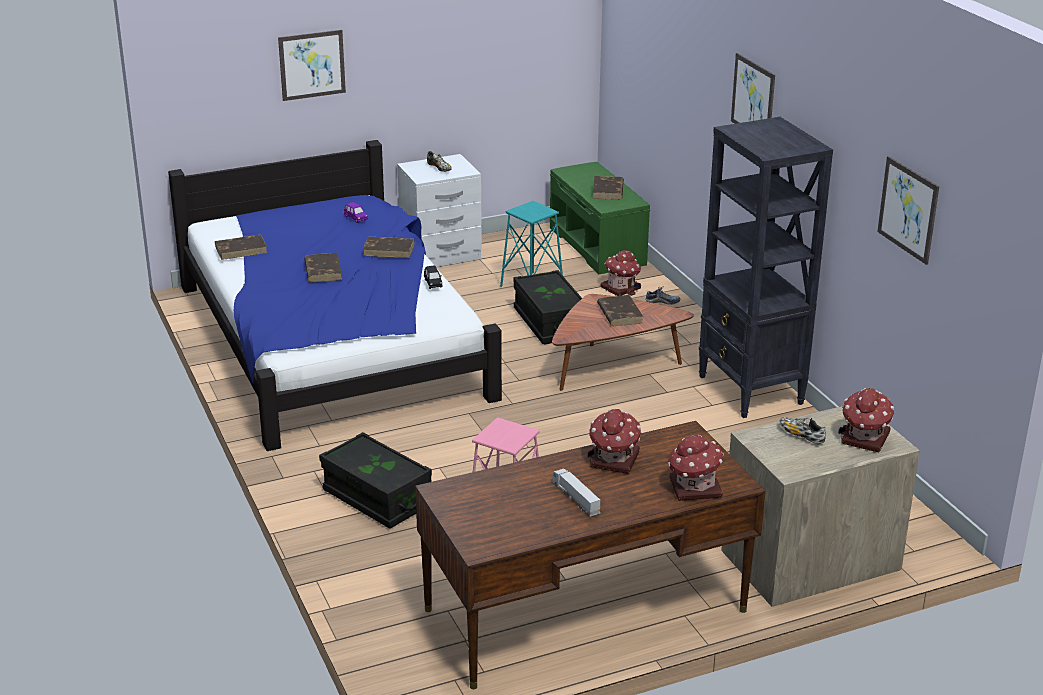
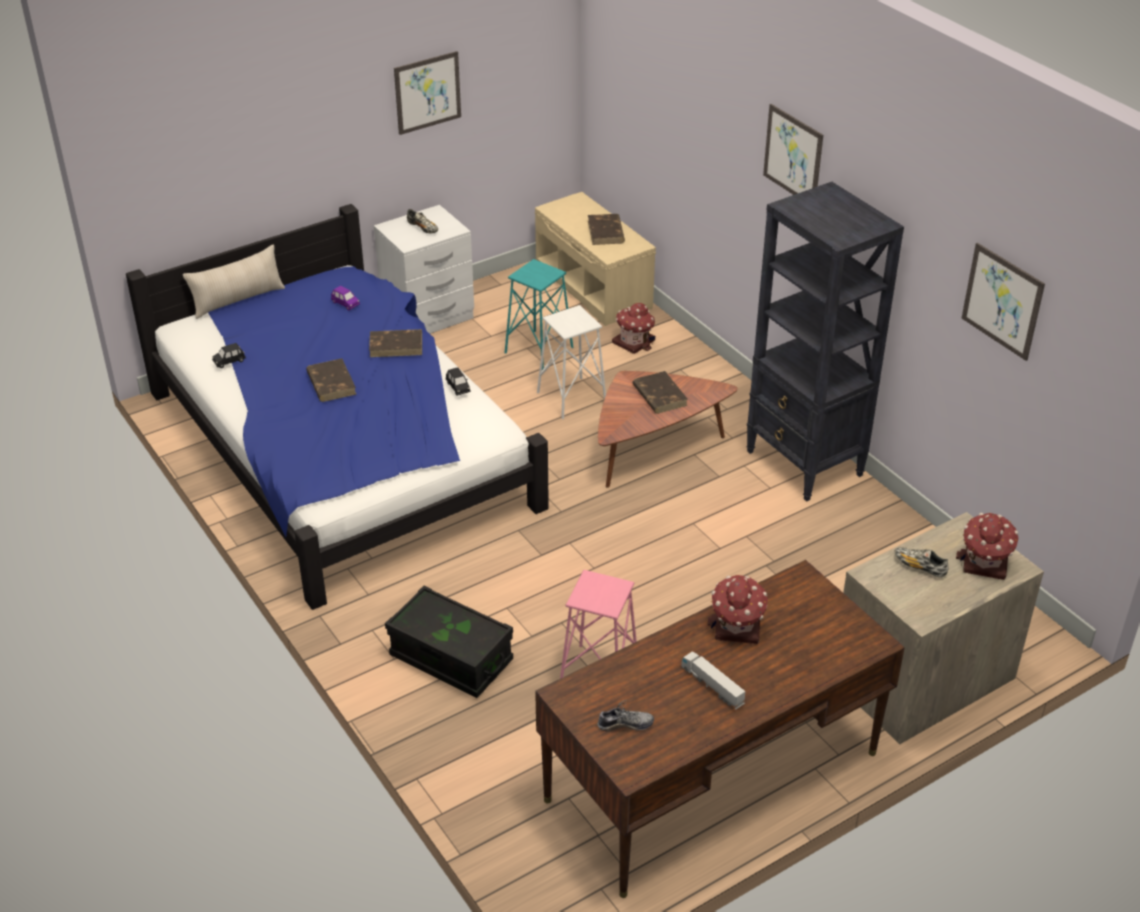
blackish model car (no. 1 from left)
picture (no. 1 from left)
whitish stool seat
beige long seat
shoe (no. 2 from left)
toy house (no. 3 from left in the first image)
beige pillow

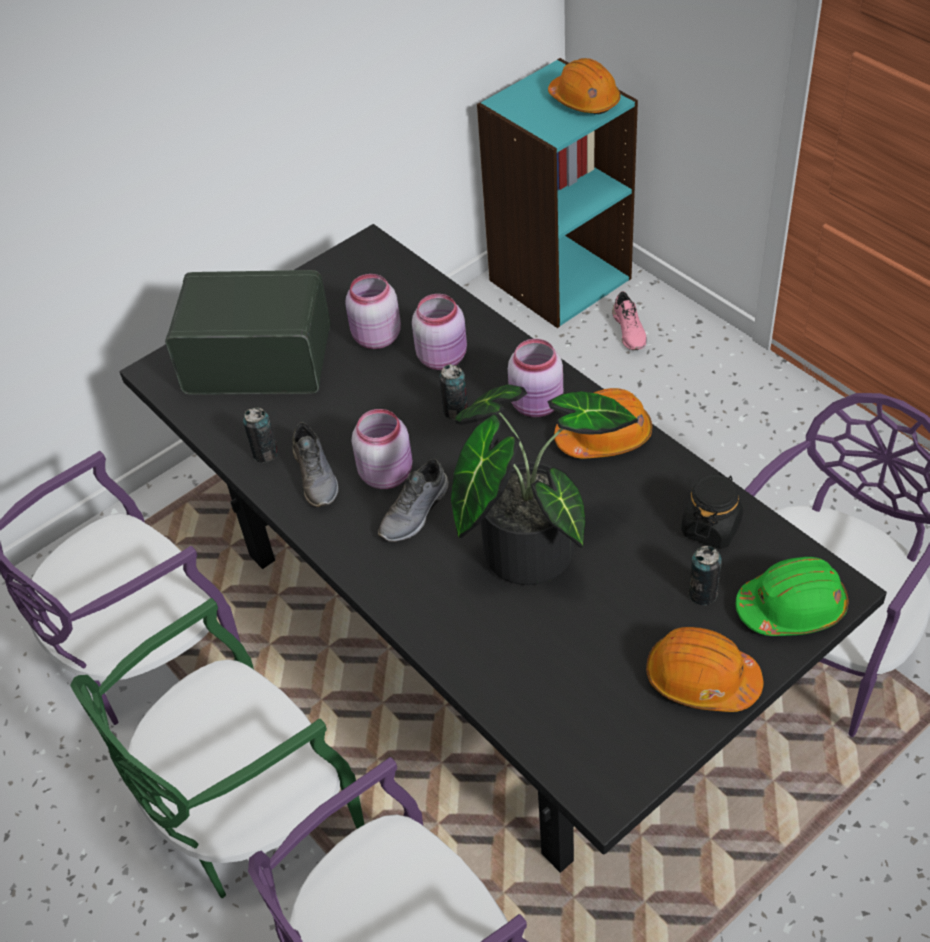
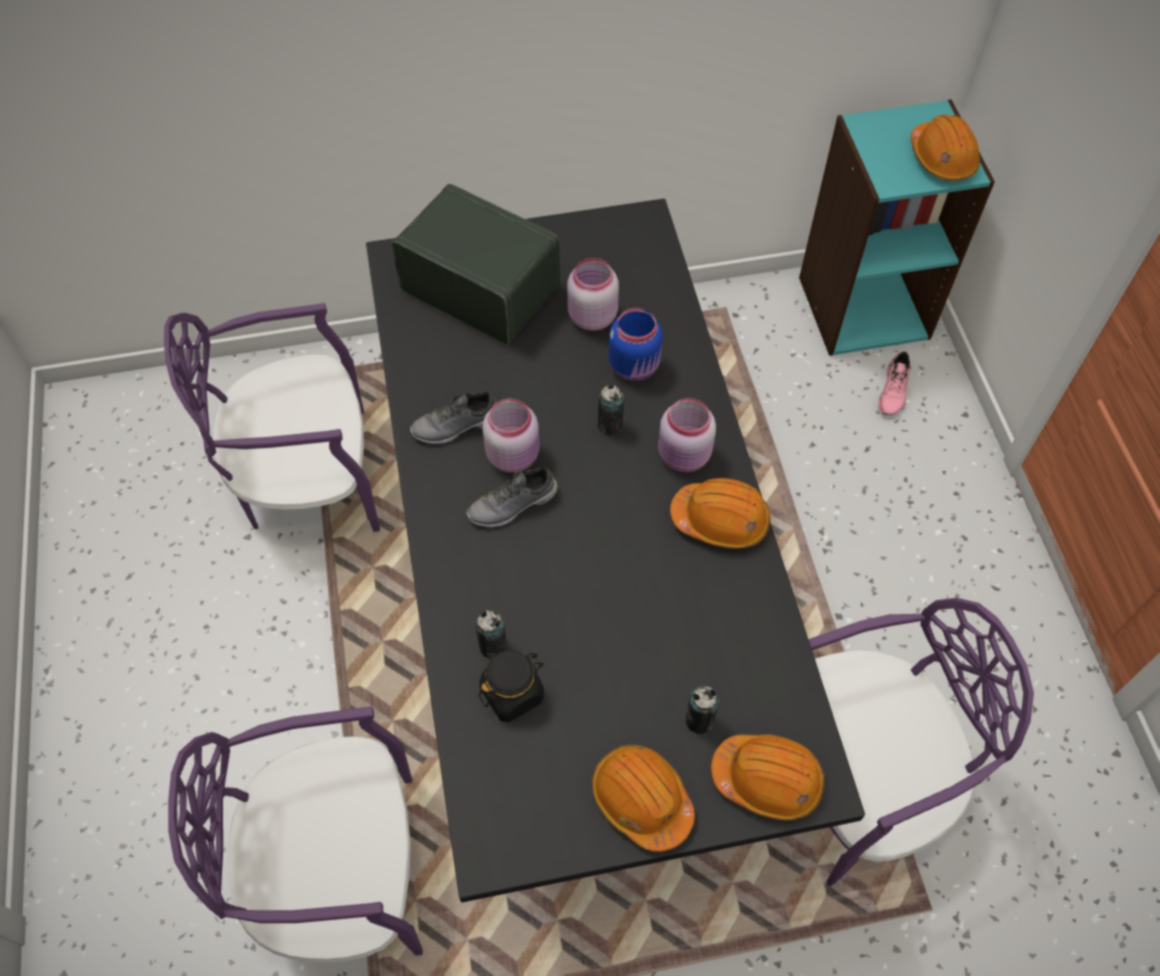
greenish chair
can (no. 1 from left)
greyish shoe (no. 1 from left)
blue-coloured preserve jar
plant in a pot
blackish preserve jar
orange-coloured hard hat (no. 3 from left)

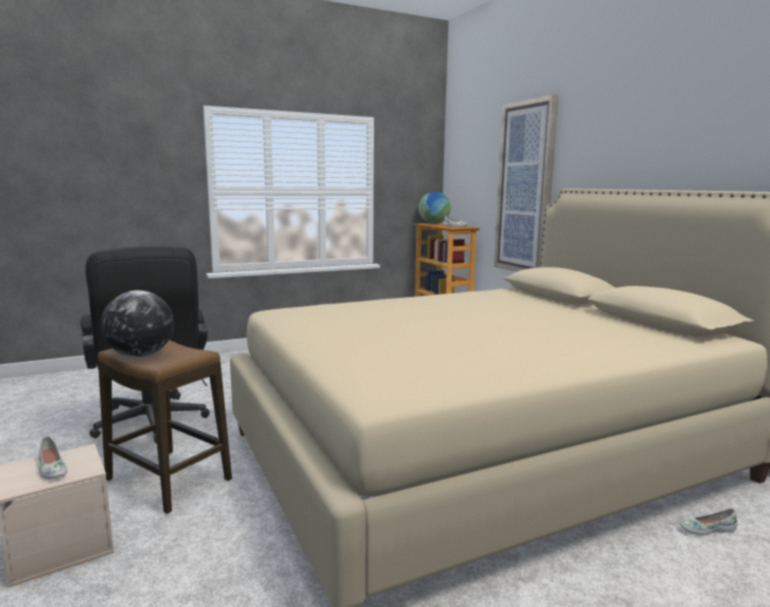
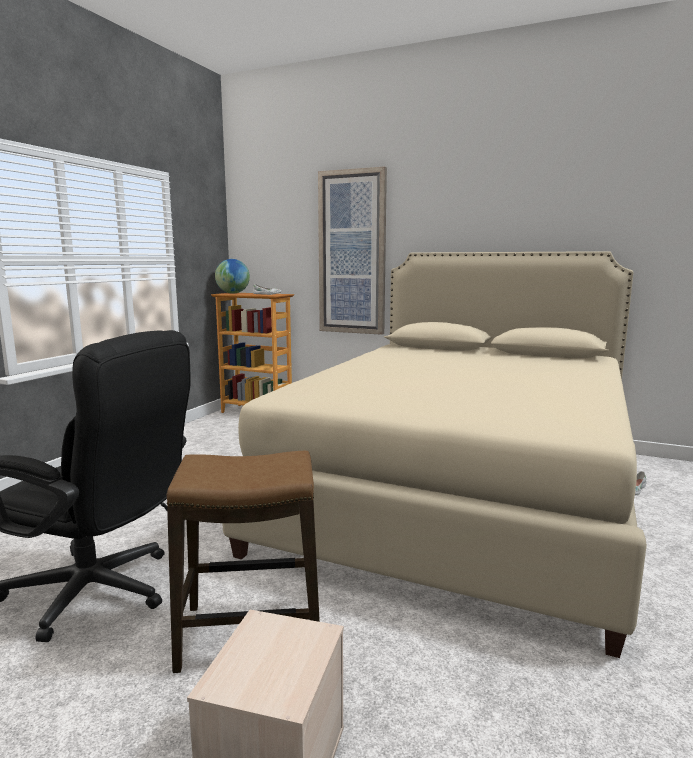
whitish shoe (no. 1 from left in the first image)
desk globe (no. 1 from left in the first image)

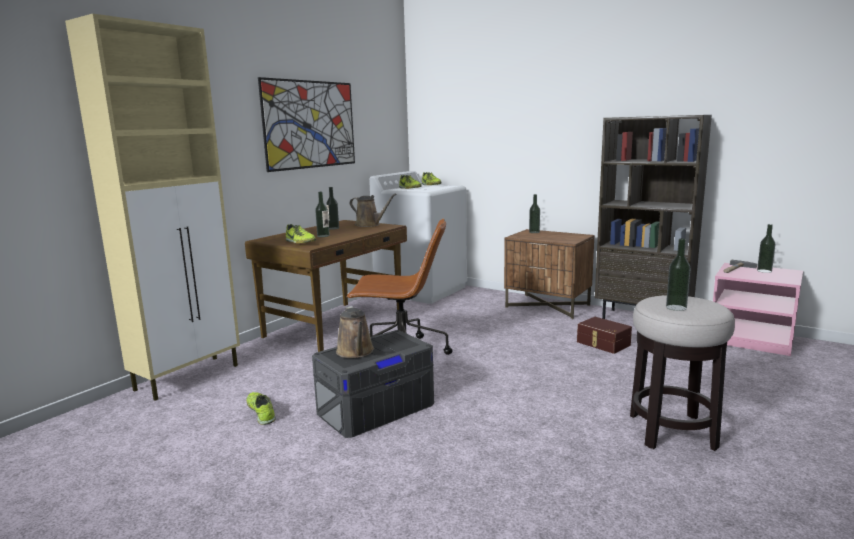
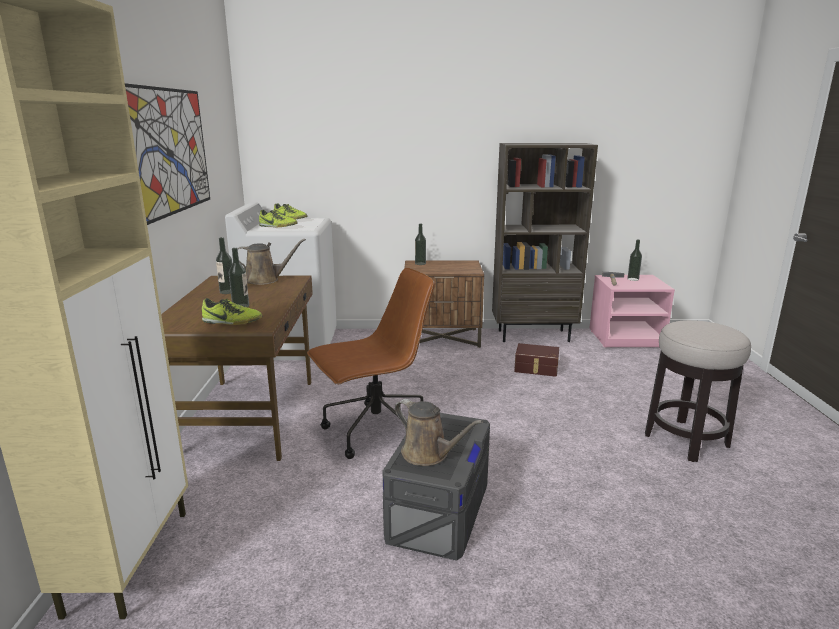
shoe (no. 1 from left in the first image)
bottle (no. 4 from left in the first image)

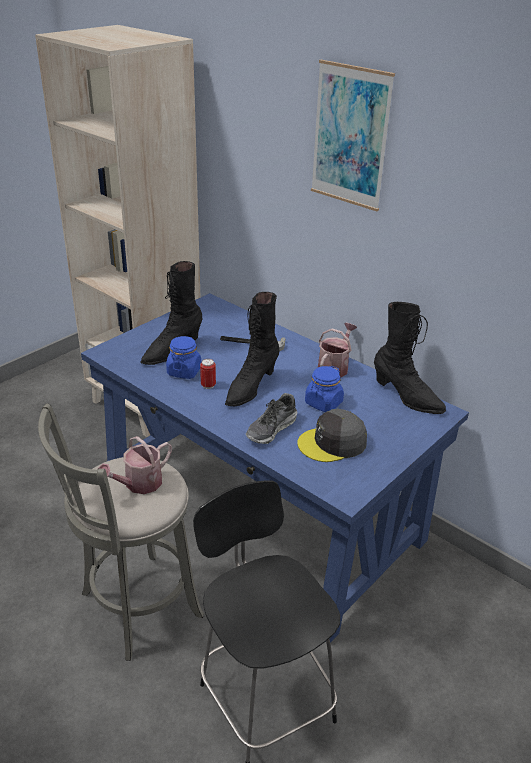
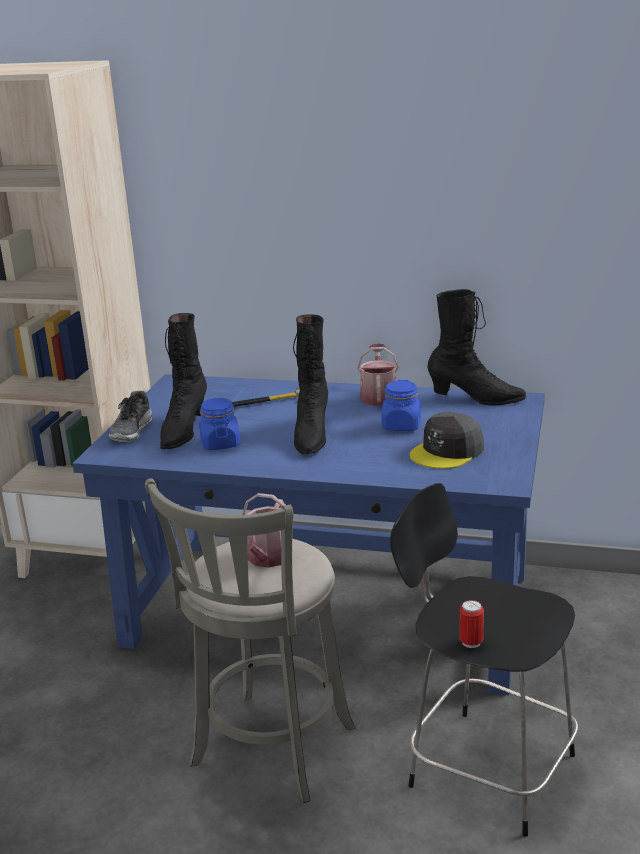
can
shoe
picture

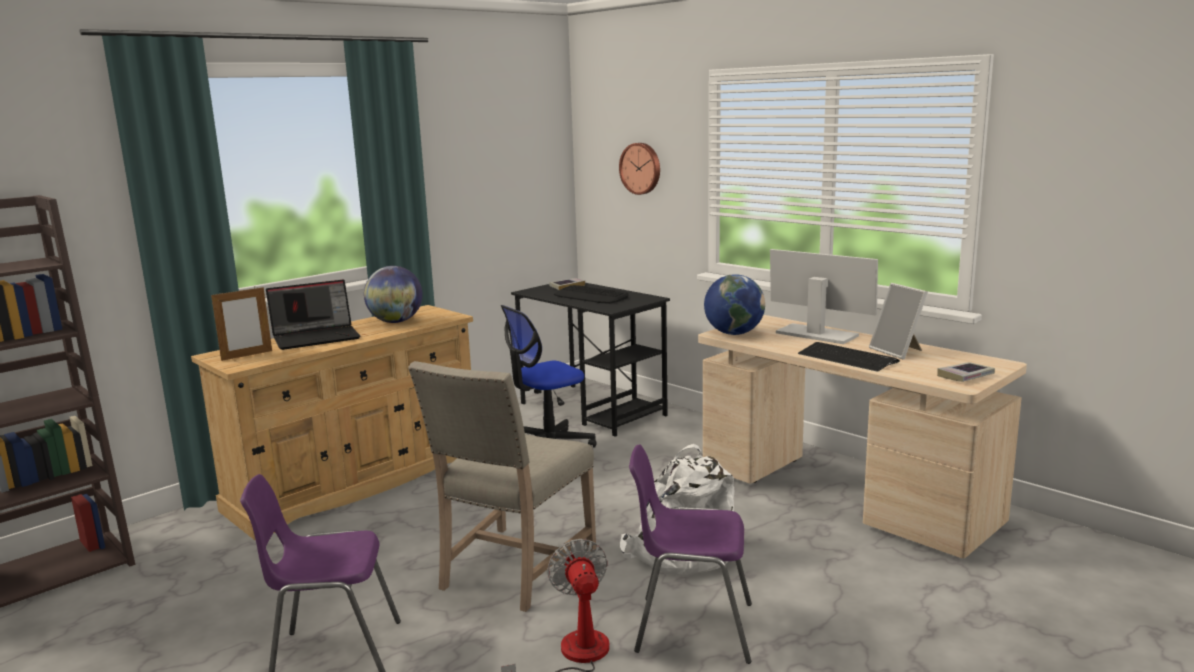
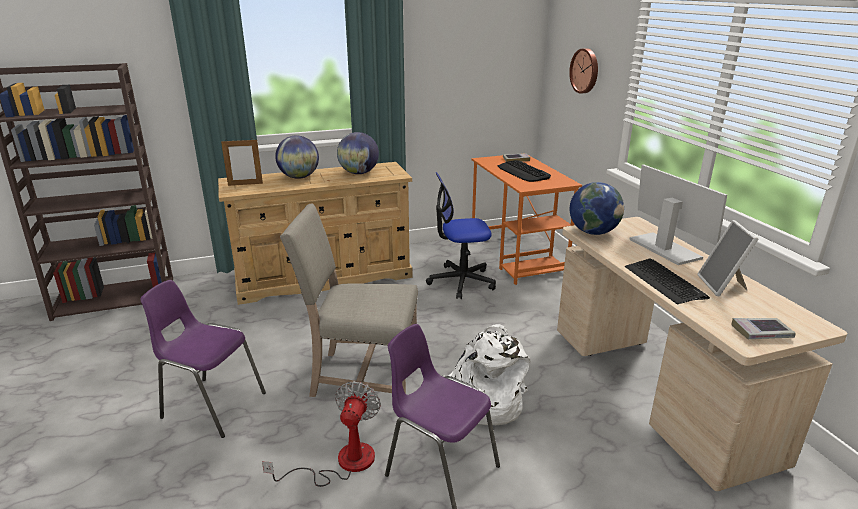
desk globe (no. 1 from left)
beige chair
orange-coloured desk table

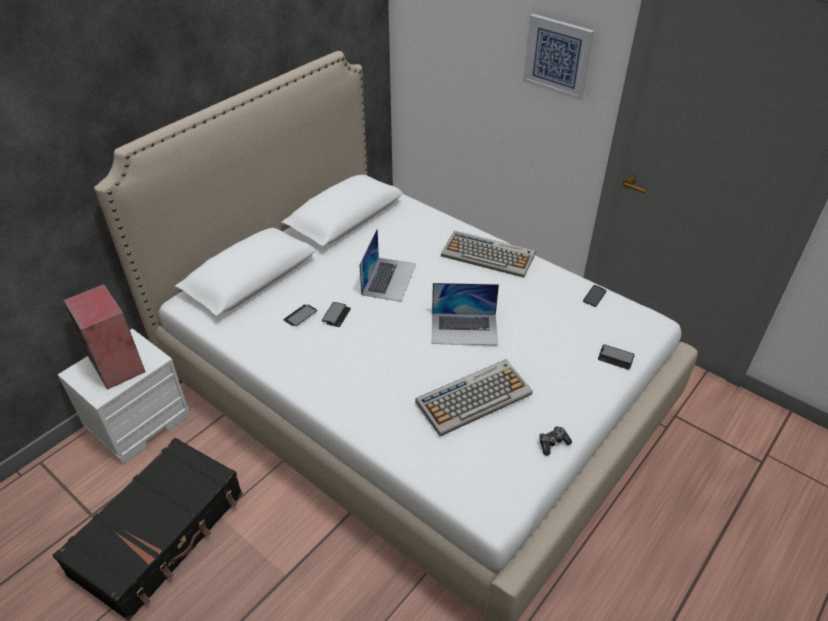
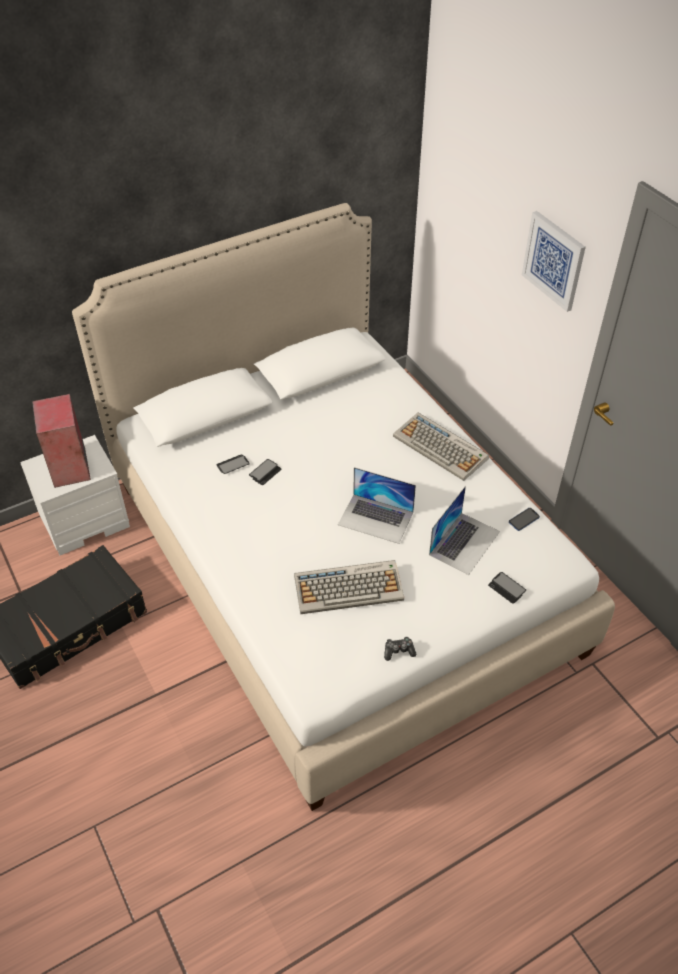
notebook computer (no. 2 from left)

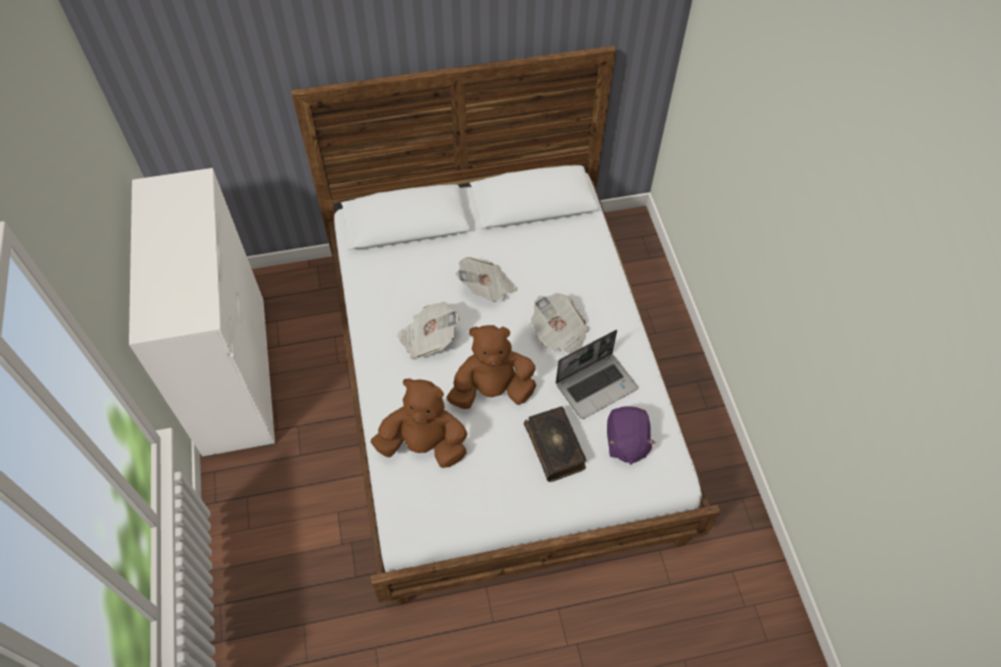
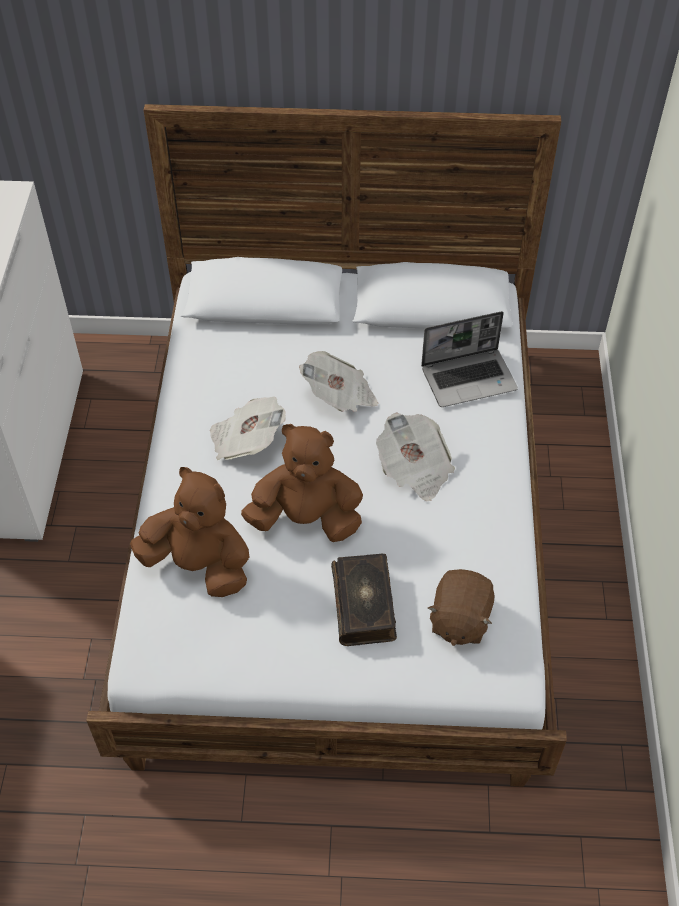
notebook computer
brown soft toy (no. 3 from left)

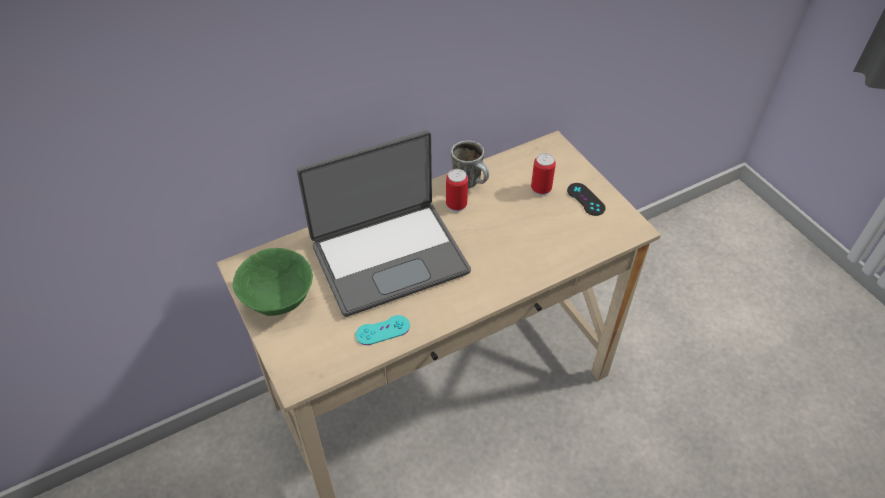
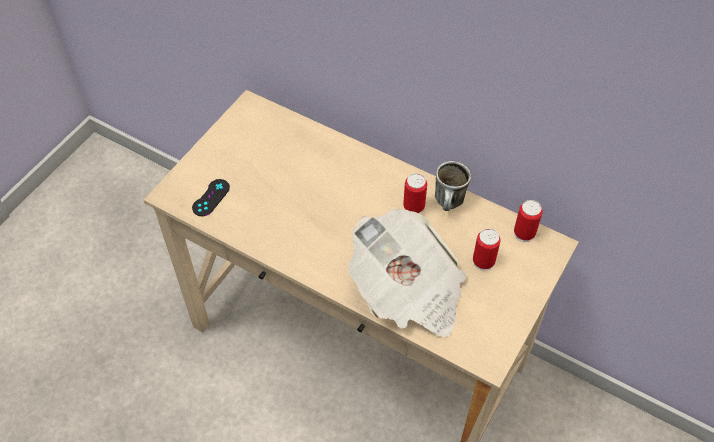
greenish deep dish
notebook computer
turquoise-coloured game controller
blackish game controller
printed paper
can (no. 3 from left)

